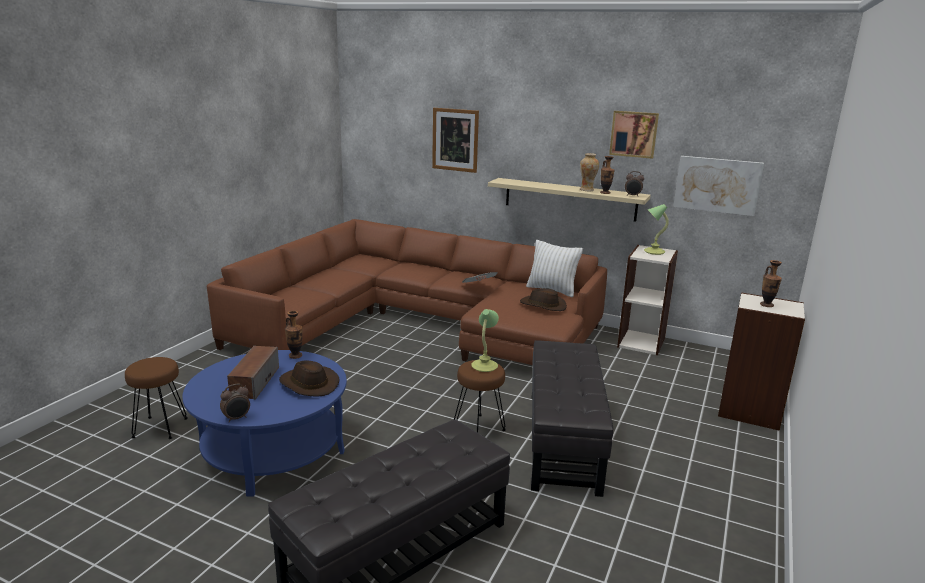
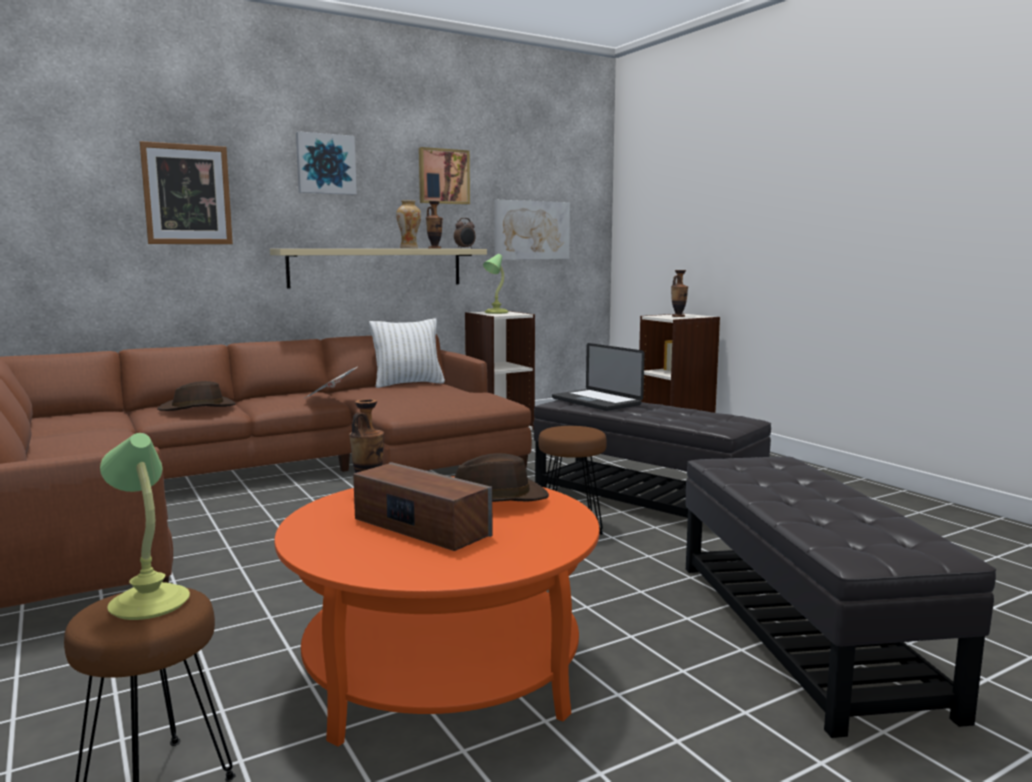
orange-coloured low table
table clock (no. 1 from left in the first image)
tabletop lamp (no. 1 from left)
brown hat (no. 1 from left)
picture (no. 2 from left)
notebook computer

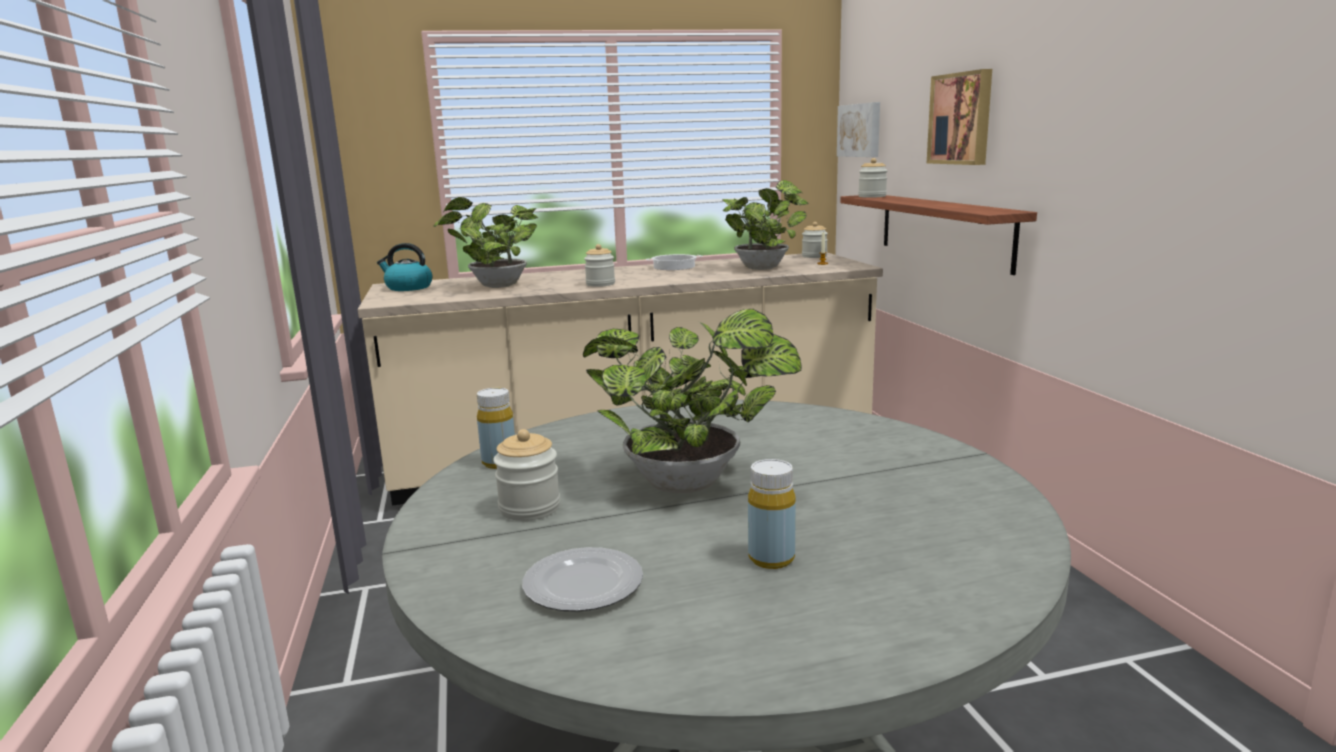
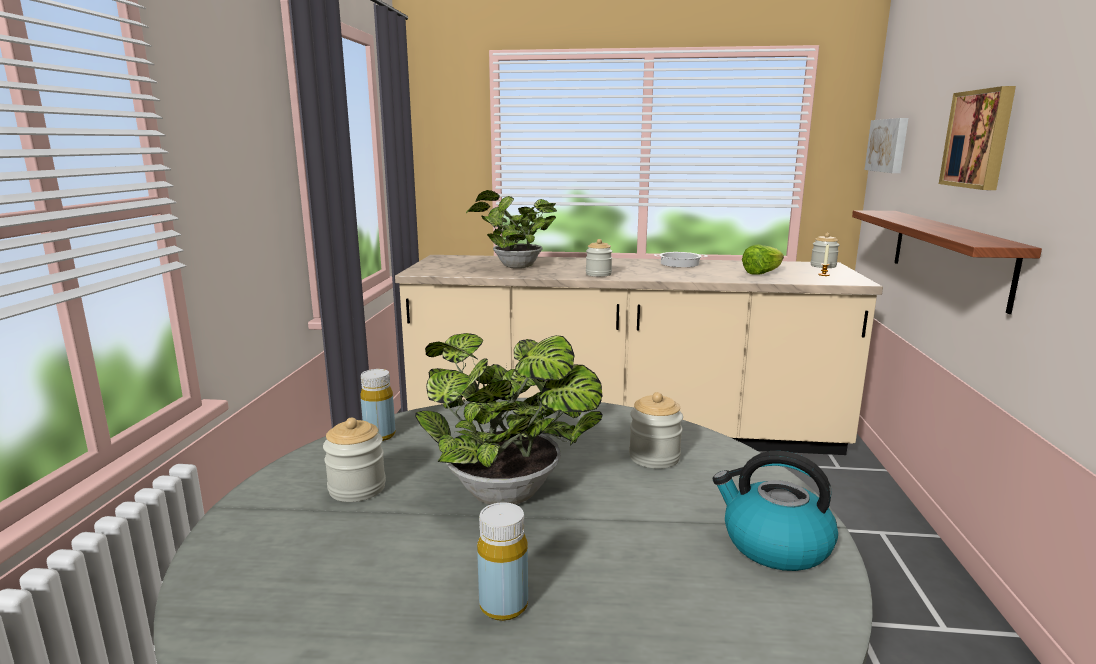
kettle
dinner plate
lettuce head
preserve jar (no. 3 from left)

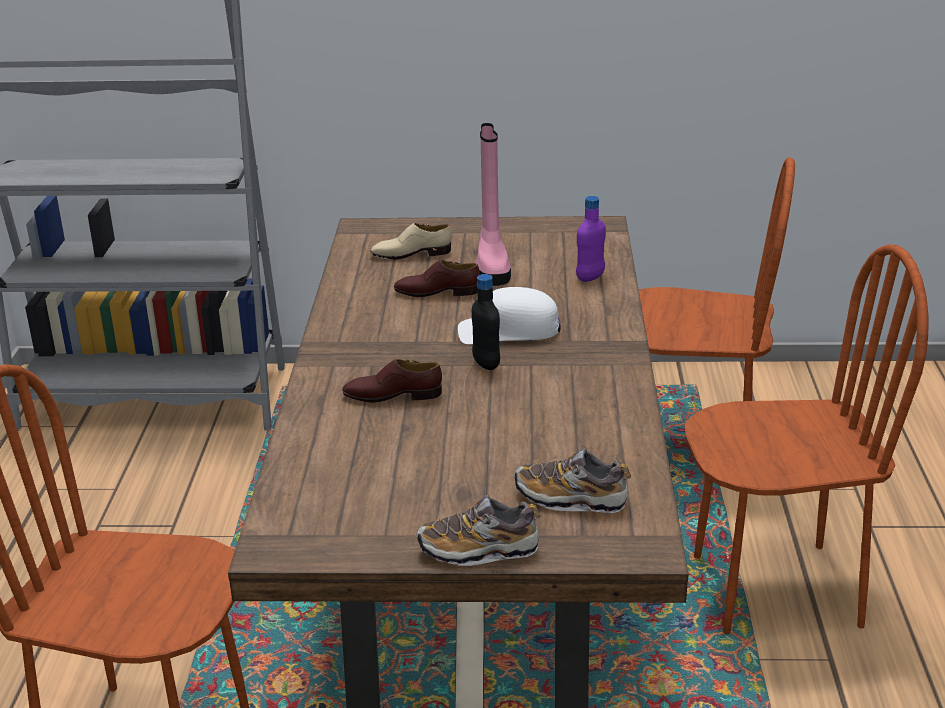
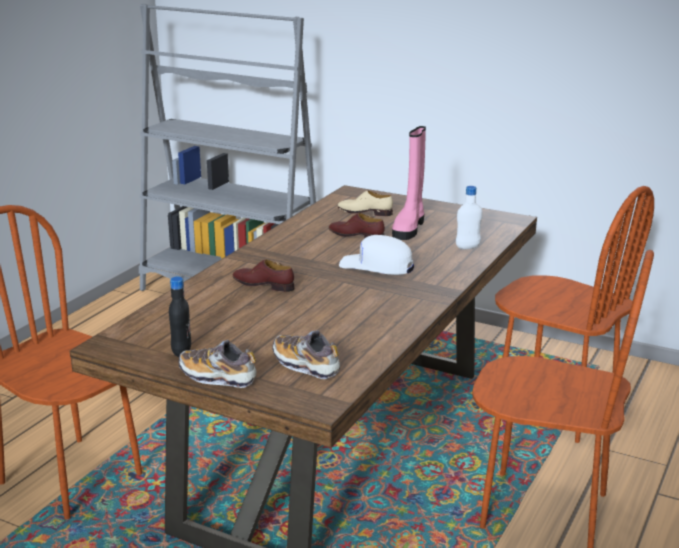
blackish bottle
whitish bottle

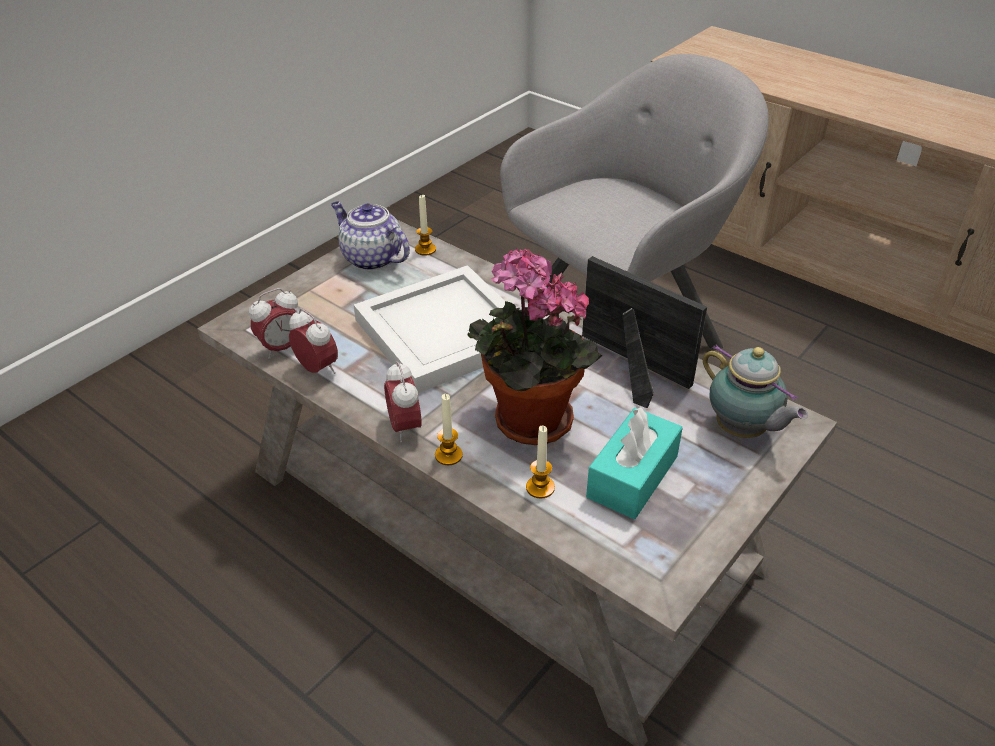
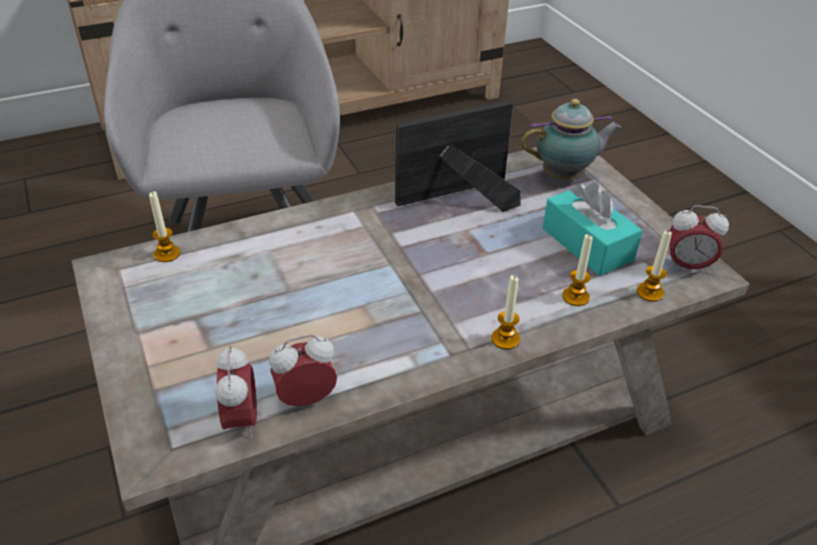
teapot (no. 1 from left in the first image)
whitish serving tray
table clock (no. 3 from left)
plant in a pot
candle (no. 4 from left)

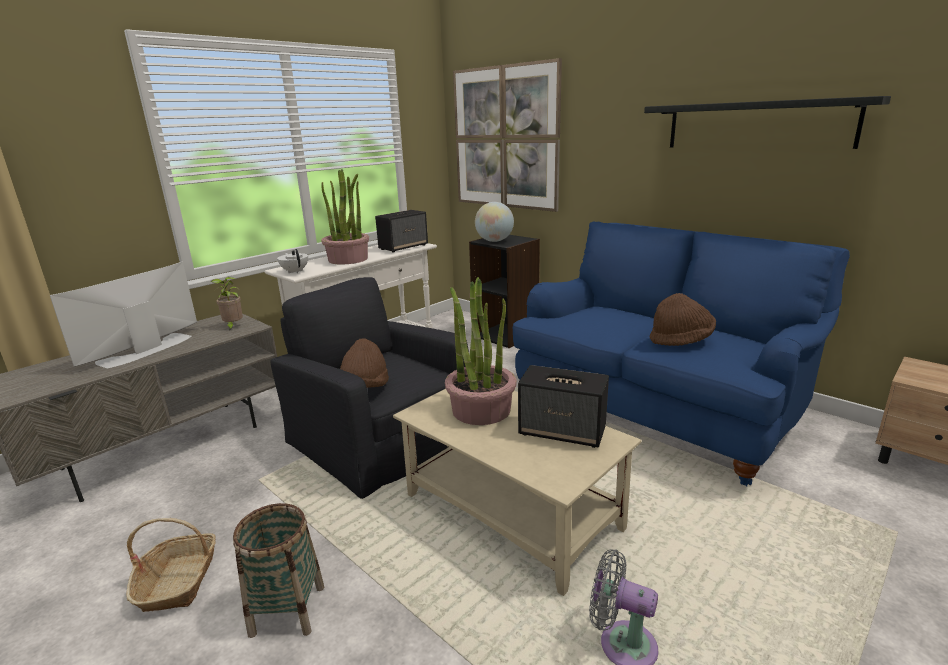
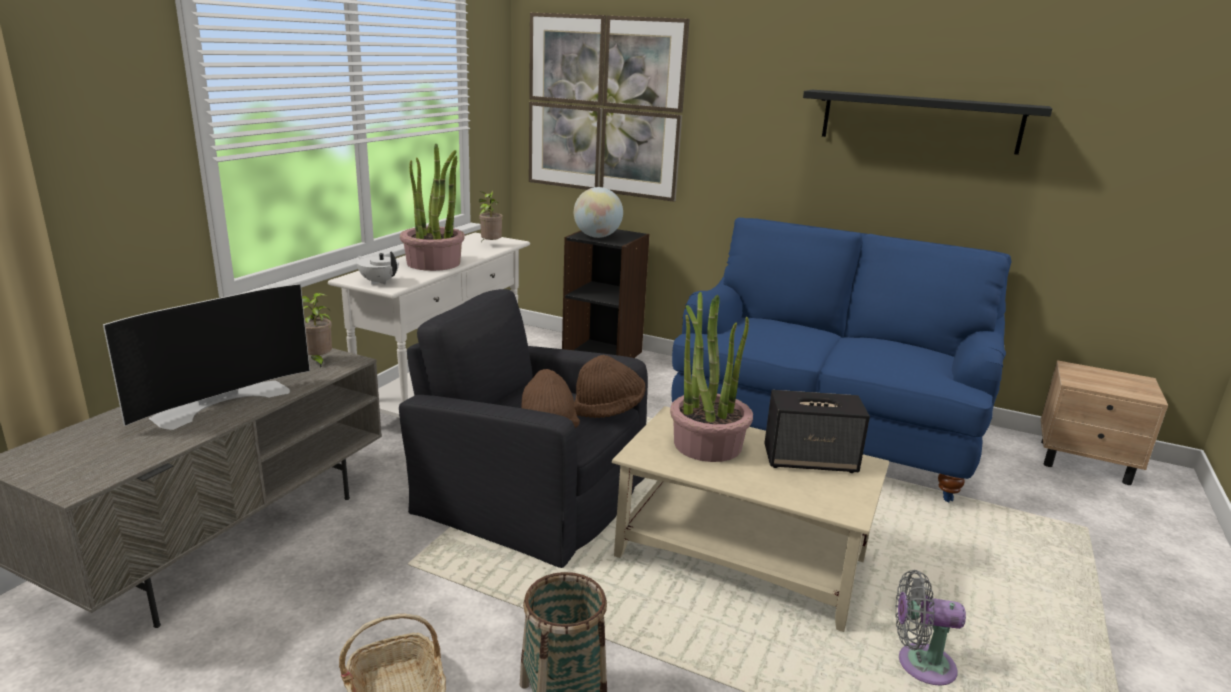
TV
plant in a pot (no. 3 from left)
brown hat (no. 2 from left)

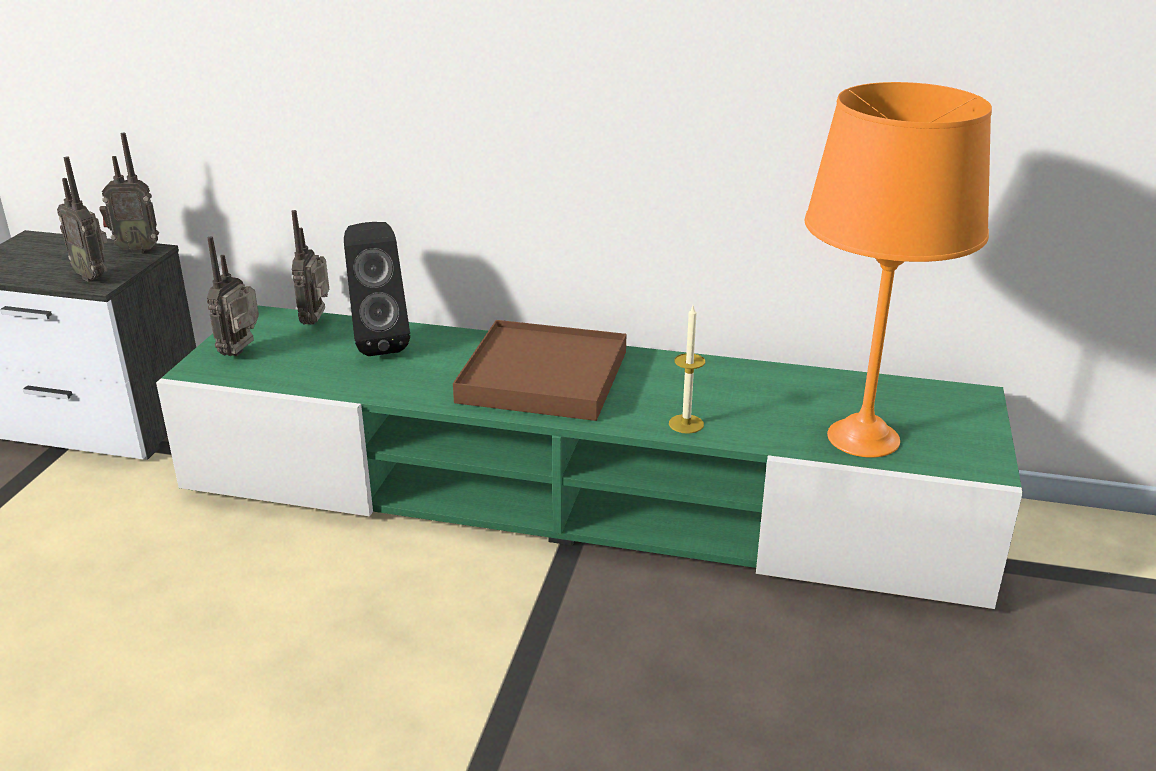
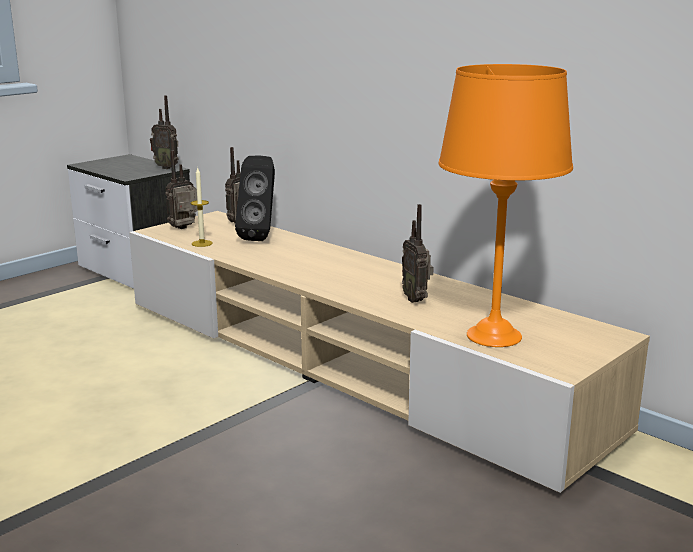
radio (no. 4 from left)
beige tv unit
brown serving tray
candle

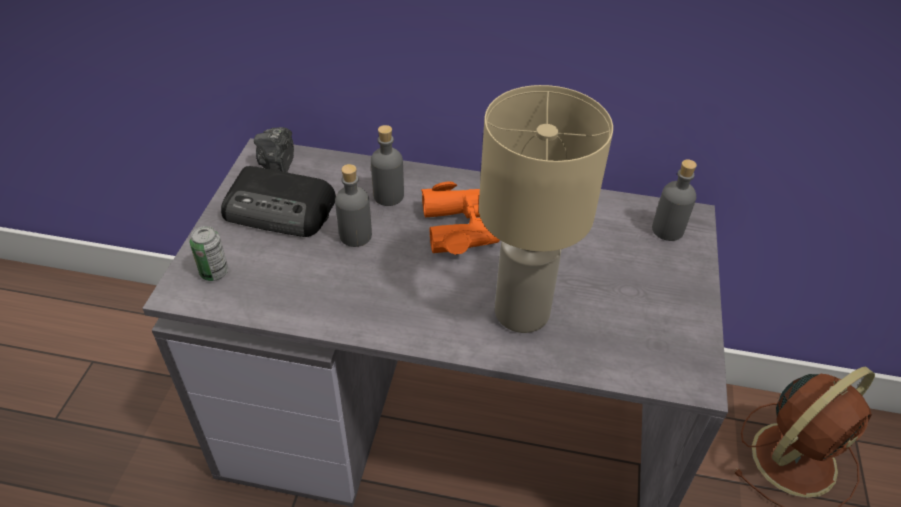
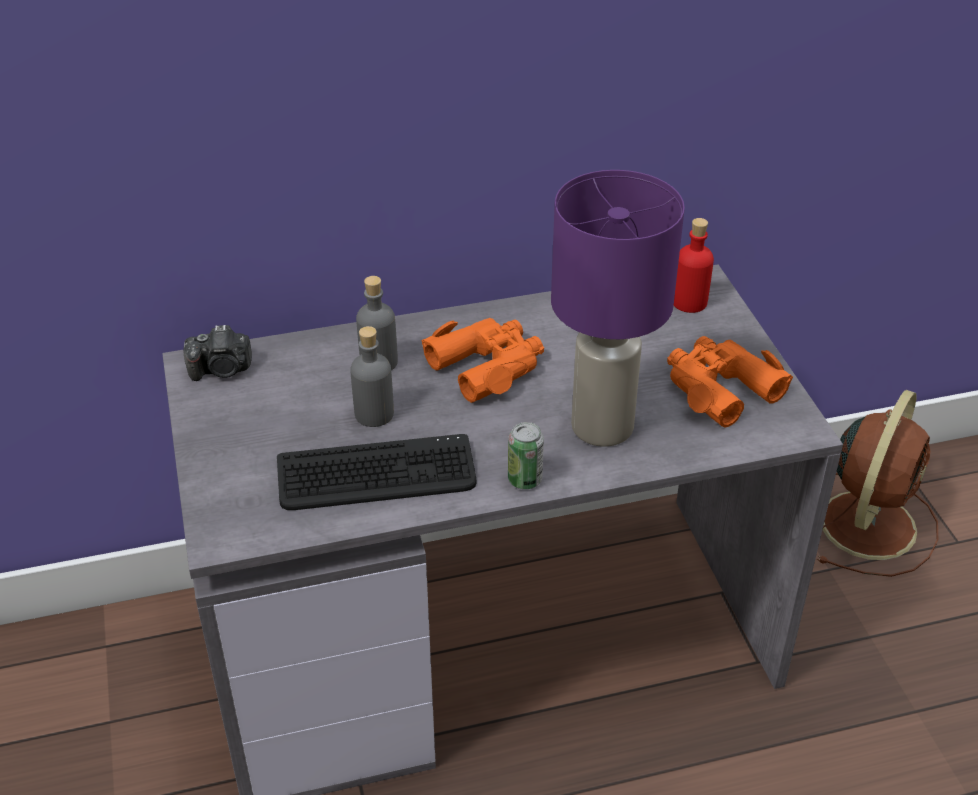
can
radio
still camera
purple tabletop lamp
red-coloured bottle
computer keyboard
orange-coloured pair of binoculars (no. 2 from left)

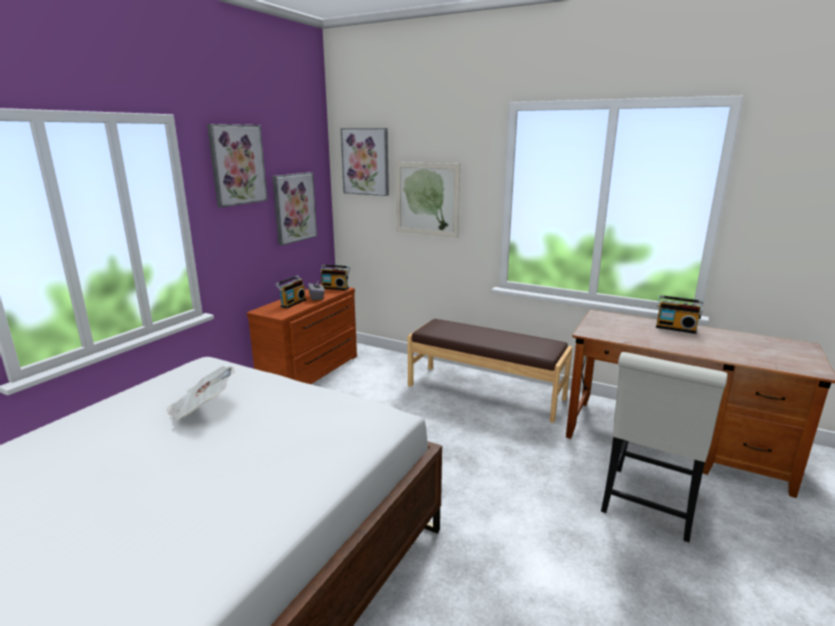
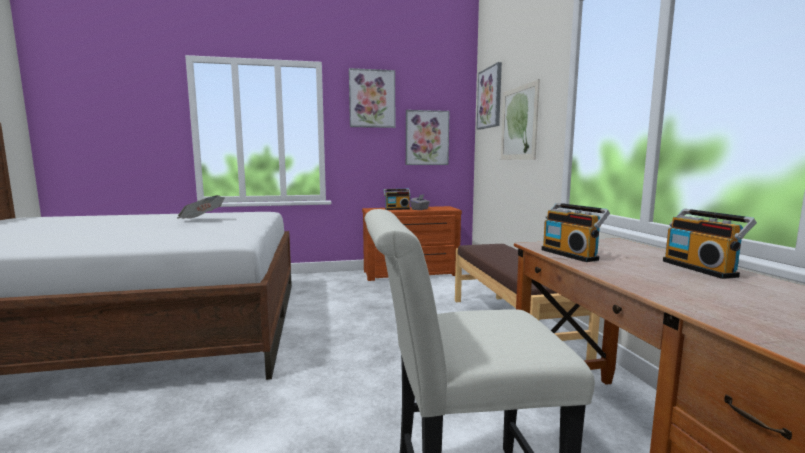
radio (no. 2 from left)

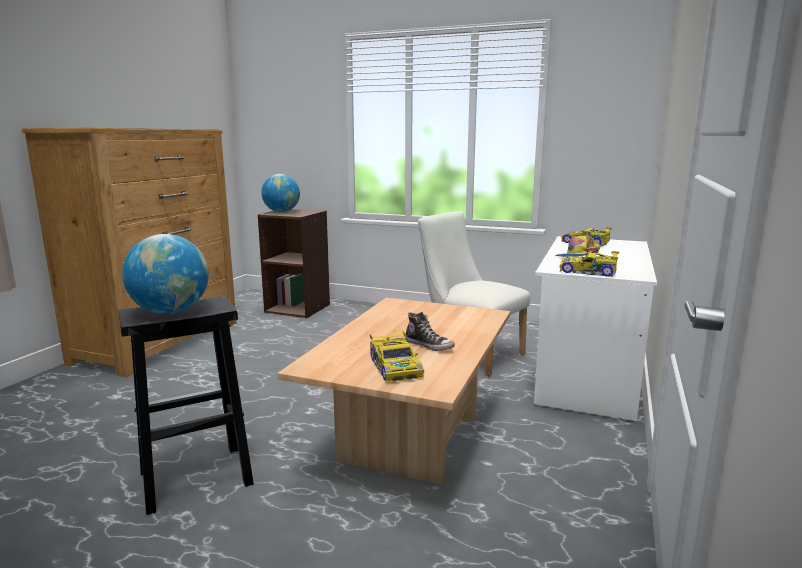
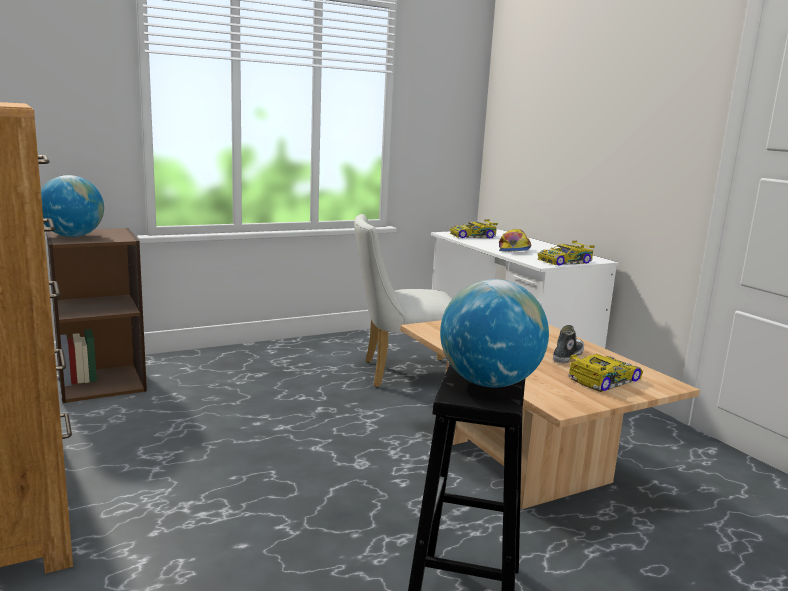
model car (no. 3 from left)
shoe

